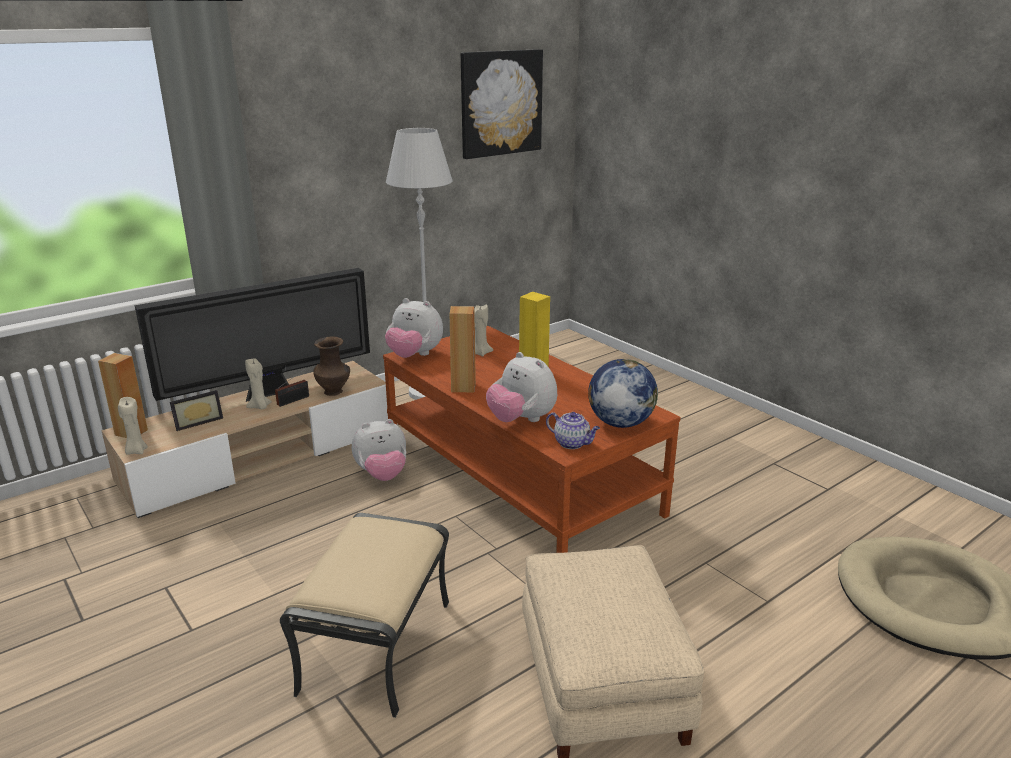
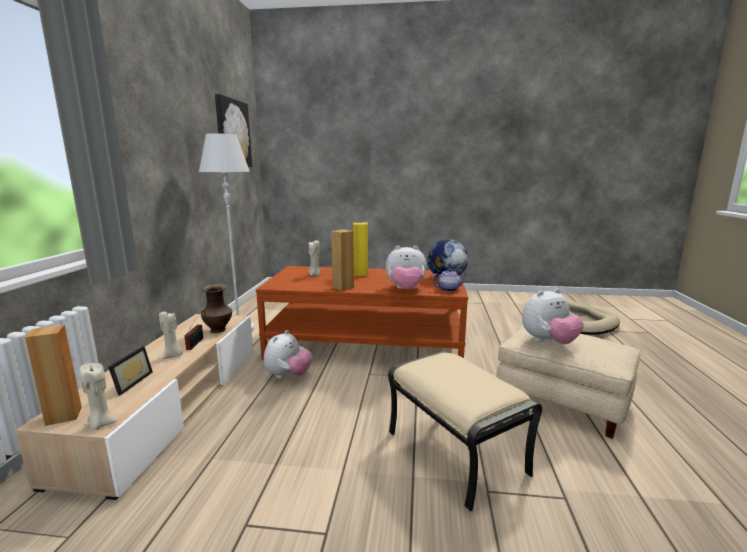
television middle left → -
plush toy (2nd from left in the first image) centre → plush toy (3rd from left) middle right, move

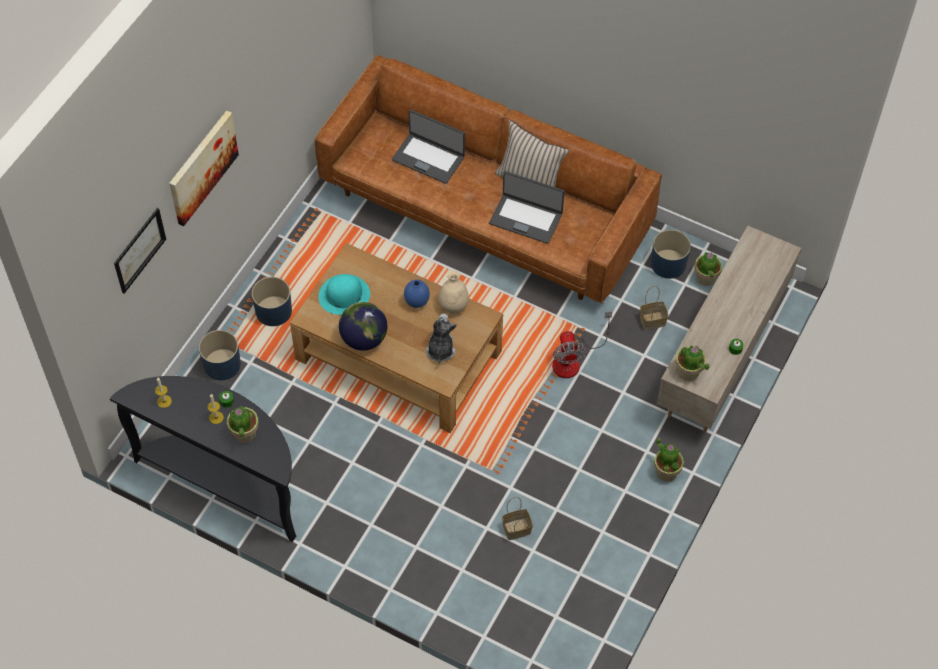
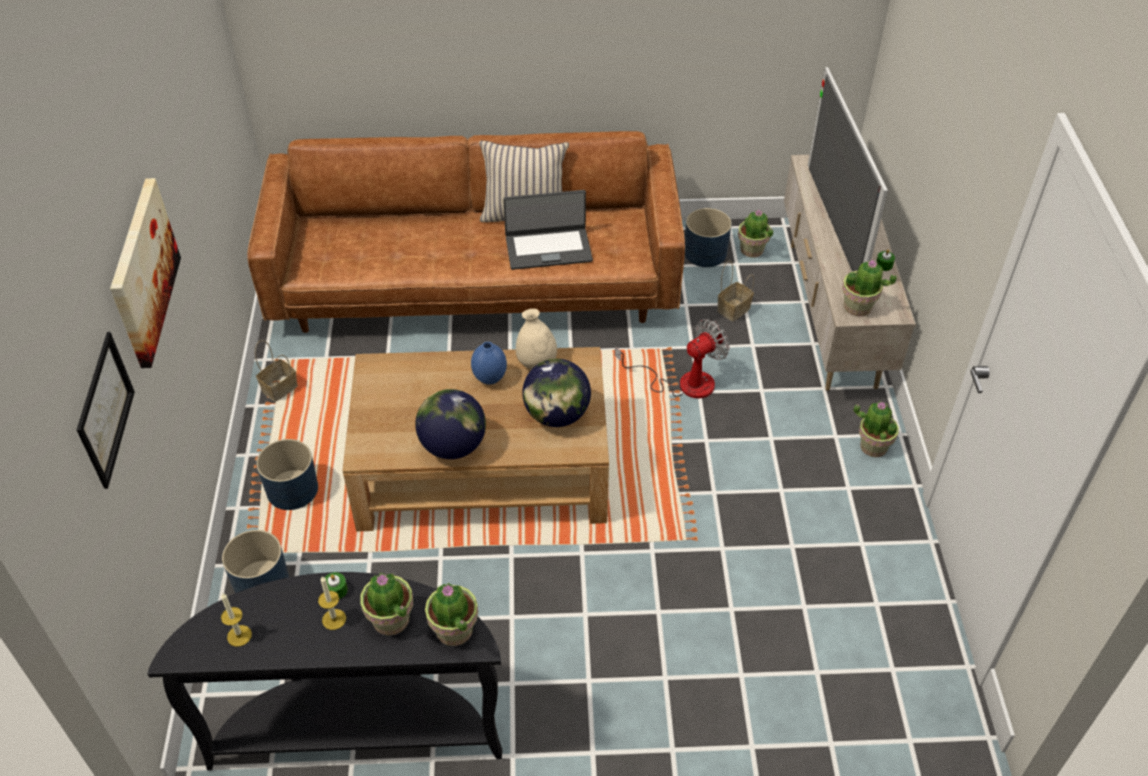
laptop (1st from left) top centre → -
turquoise hat centre → -
fan centre, 90 degrees counterclockwise
plush toy centre → globe (2nd from left) centre
basket (1st from left) bottom centre → basket (1st from left) middle left, move
- → television top right
- → potted plant (2nd from left) bottom centre

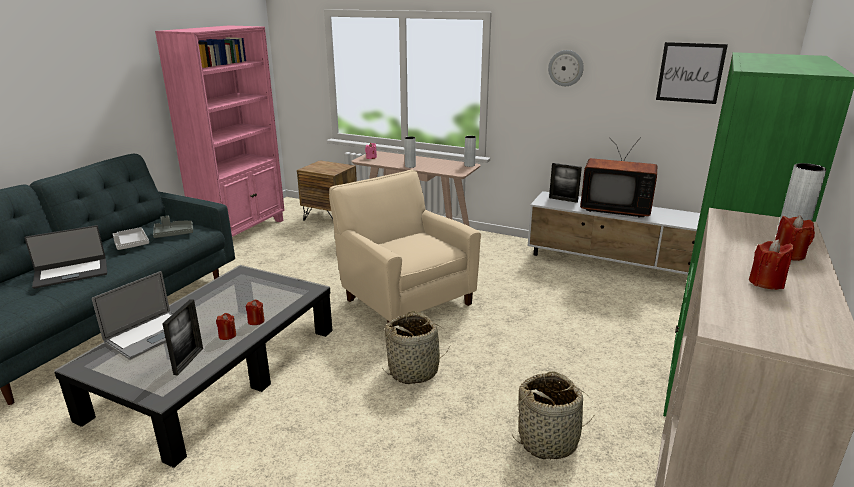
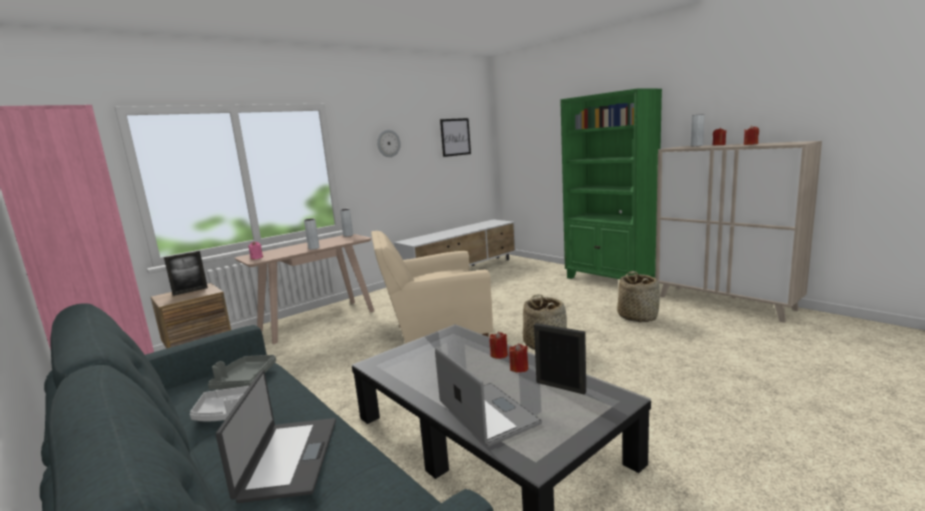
television middle right → -
picture frame (2nd from left in the first image) centre → picture frame (1st from left) middle left, move

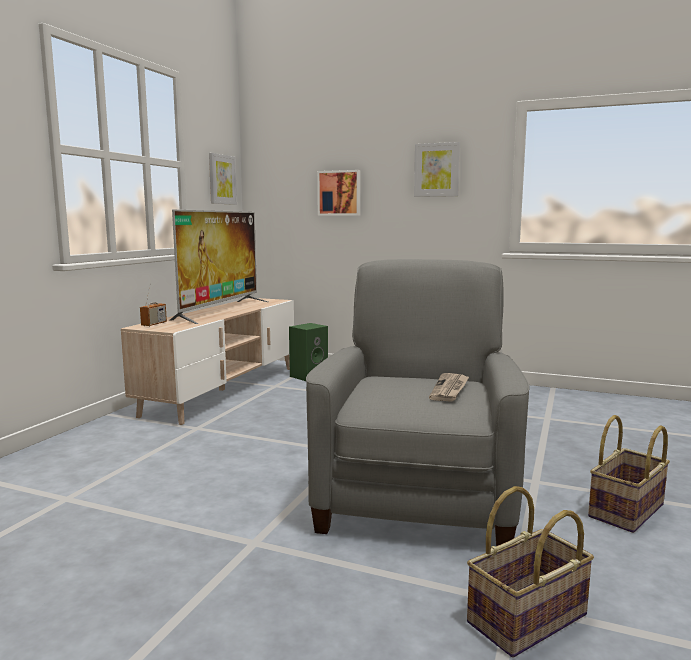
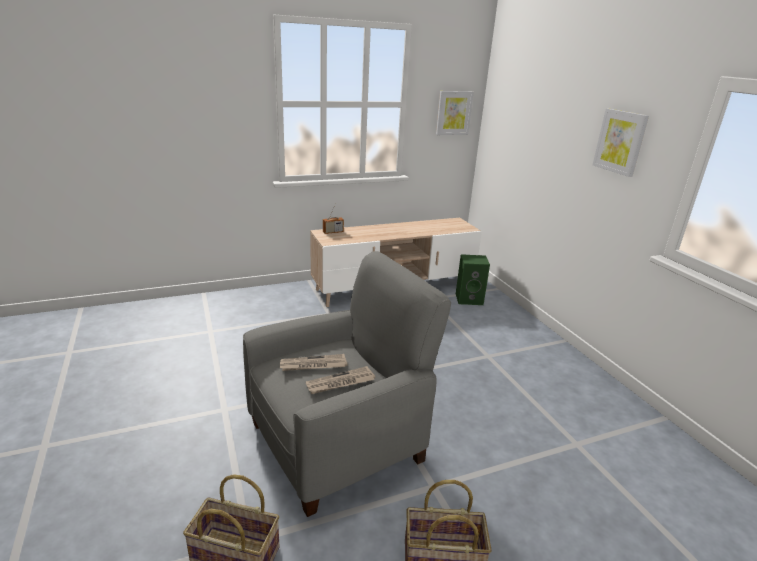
picture (2nd from left) top centre → -
television middle left → -
- → newspaper (1st from left) centre

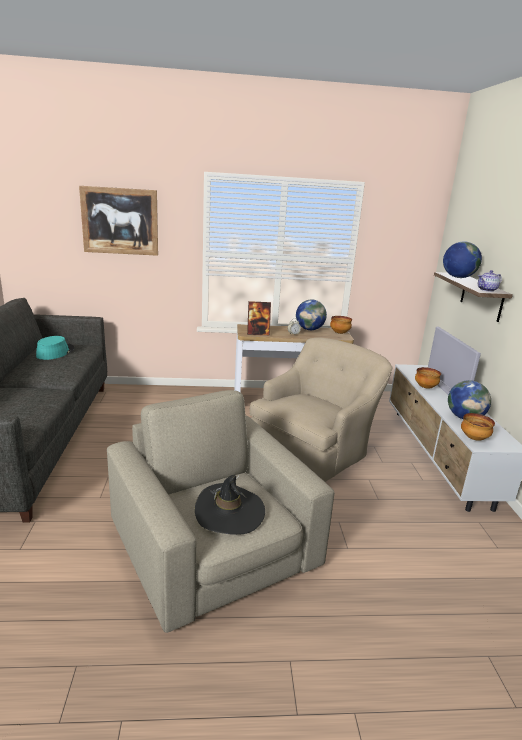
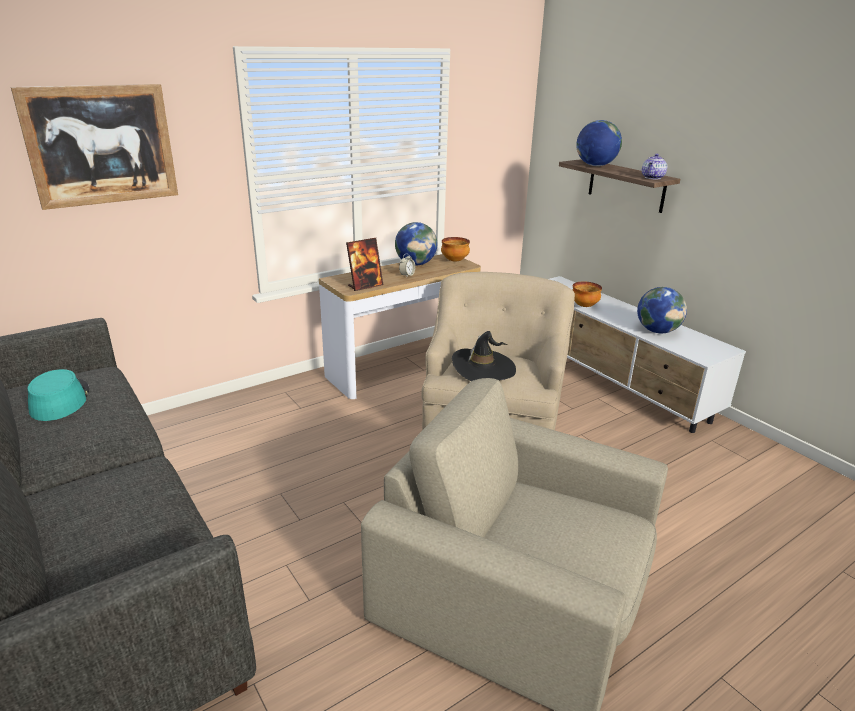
television middle right → -
bowl (3rd from left) middle right → -
black hat bottom centre → black hat centre, move

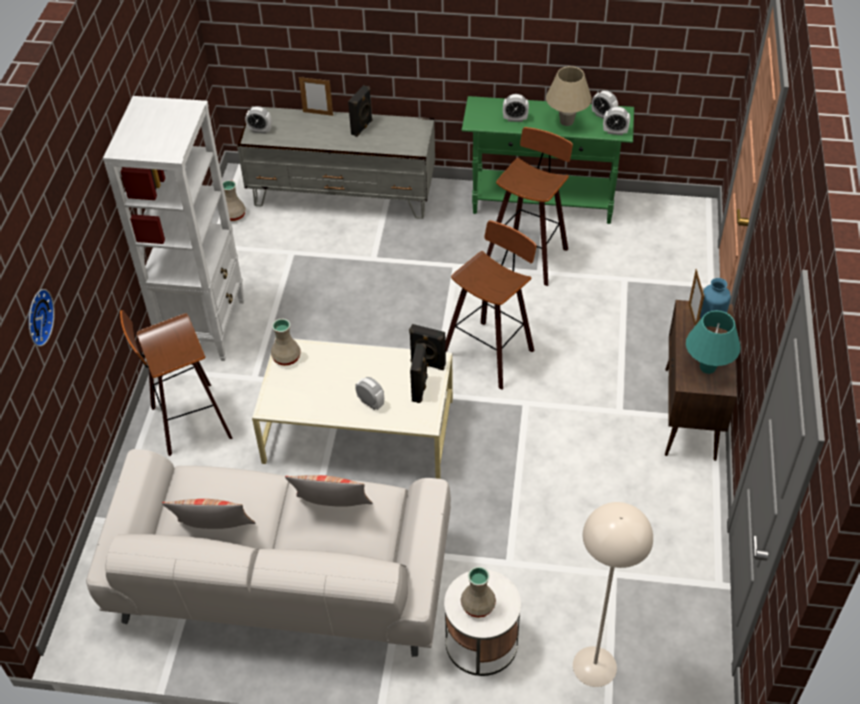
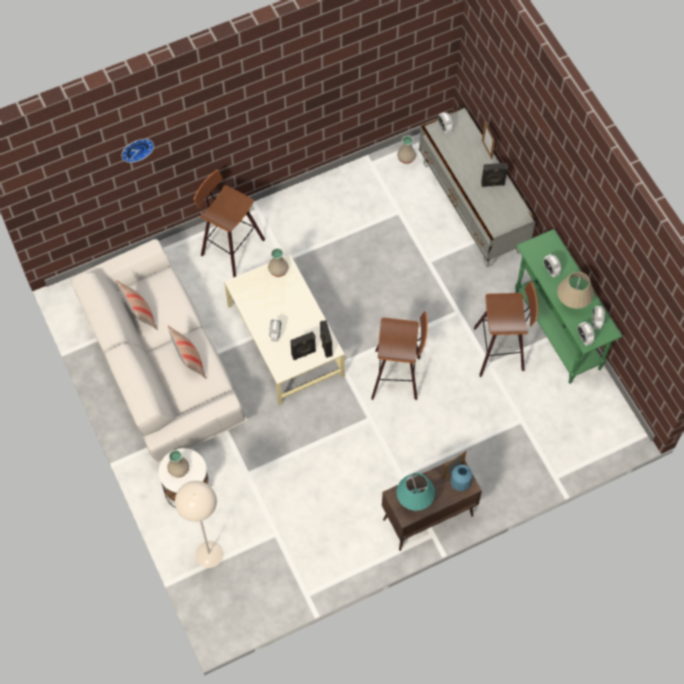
white bookcase top left → -

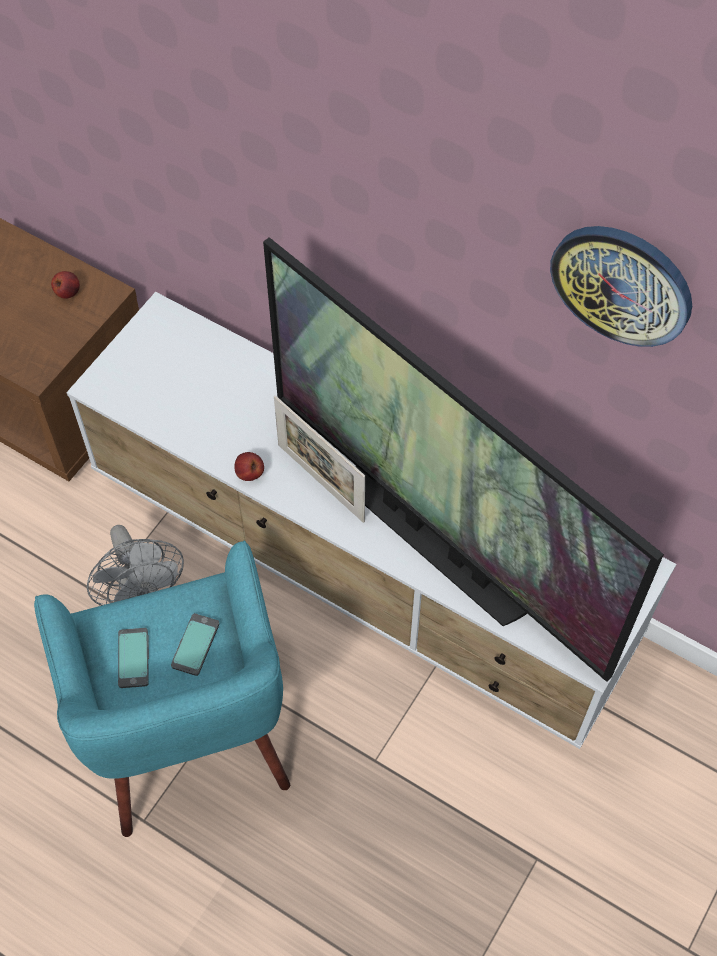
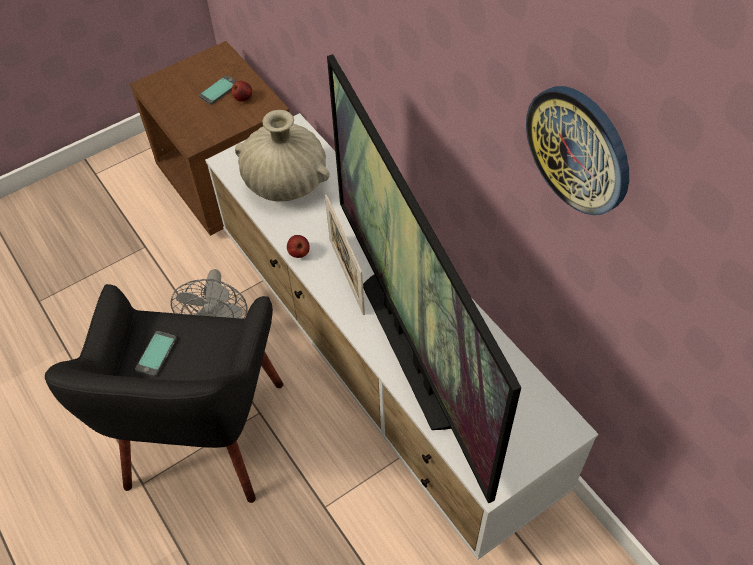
turquoise armchair bottom left → black armchair bottom left
phone (2nd from left) bottom left → phone (2nd from left) top left, move
- → beige vase top centre

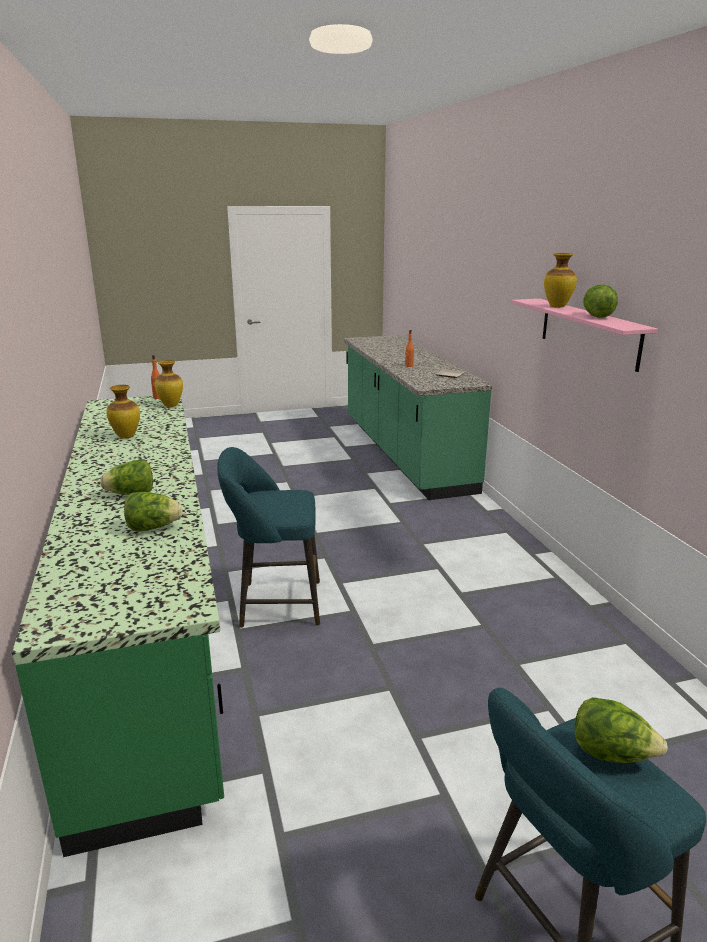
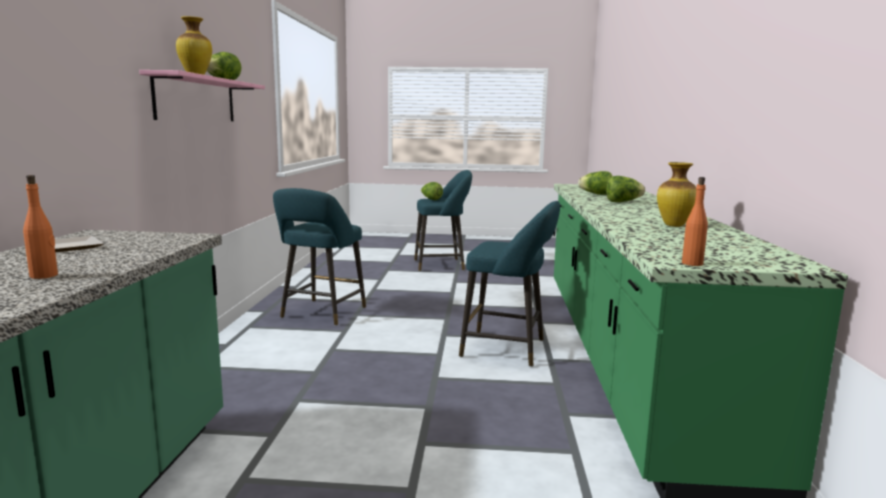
vase (2nd from left) middle left → -
- → turquoise stool (1st from left) centre

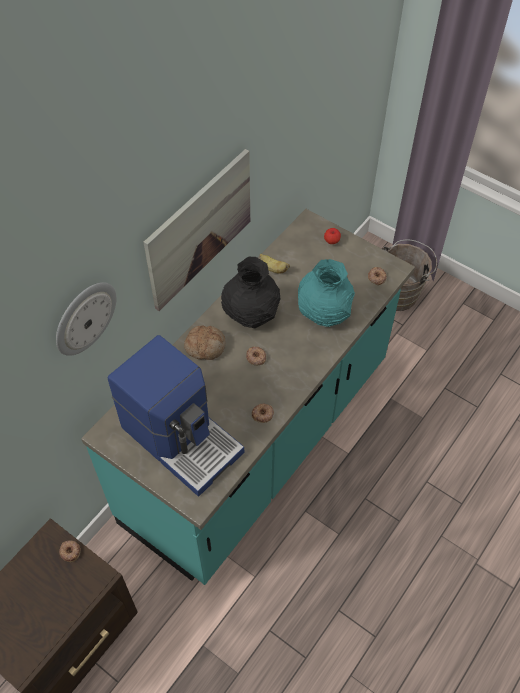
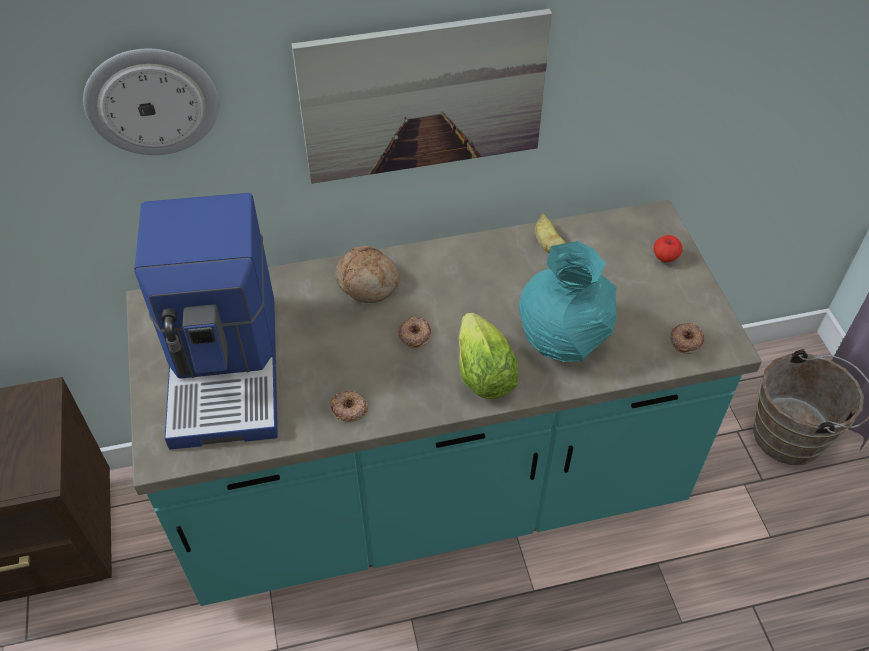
black vase centre → -
donut (1st from left) bottom left → -
- → lettuce centre

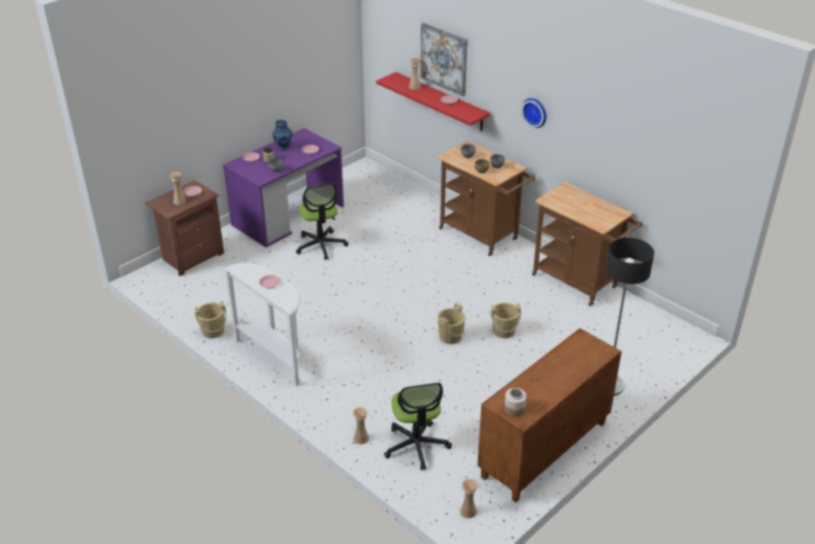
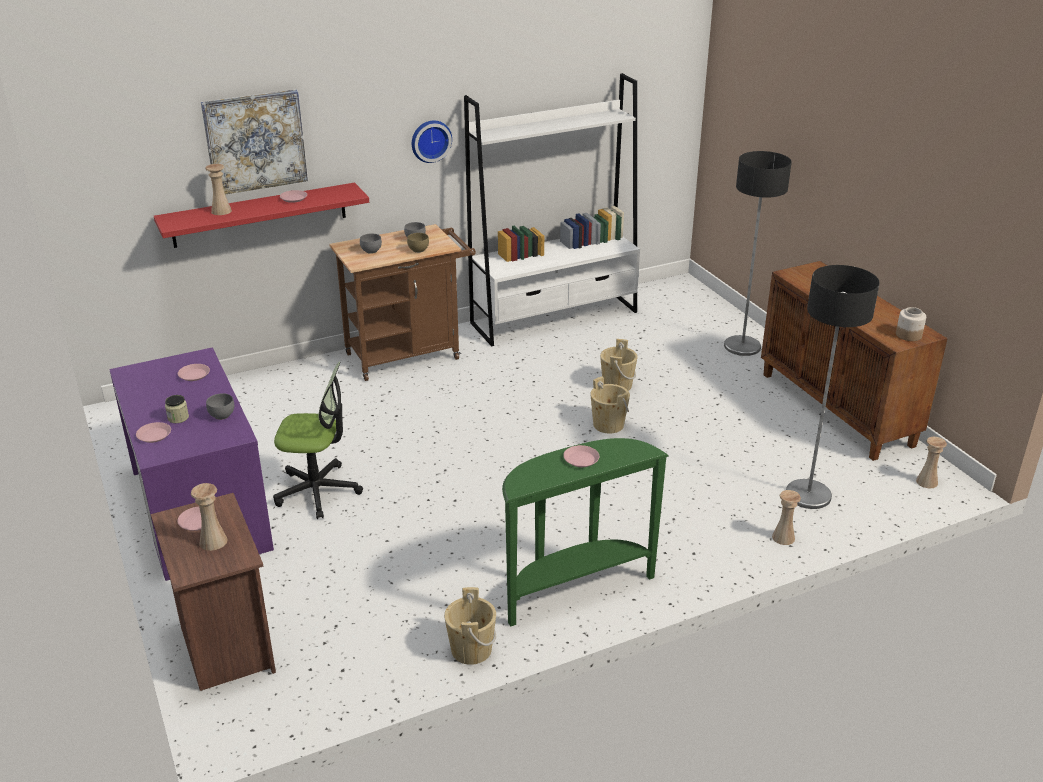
blue vase top centre → -
brown cart (2nd from left) middle right → white bookcase top centre
white console table middle left → green console table bottom centre
office chair (2nd from left) bottom centre → floor lamp (2nd from left) middle right

